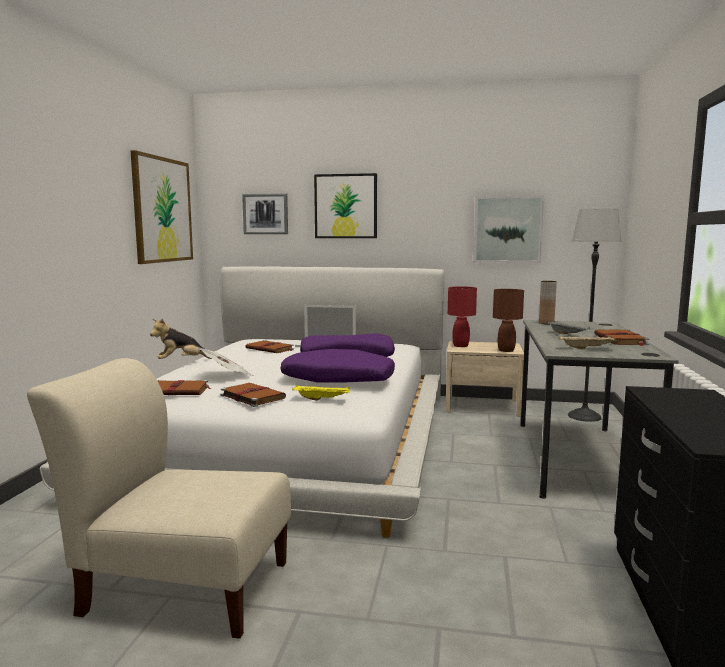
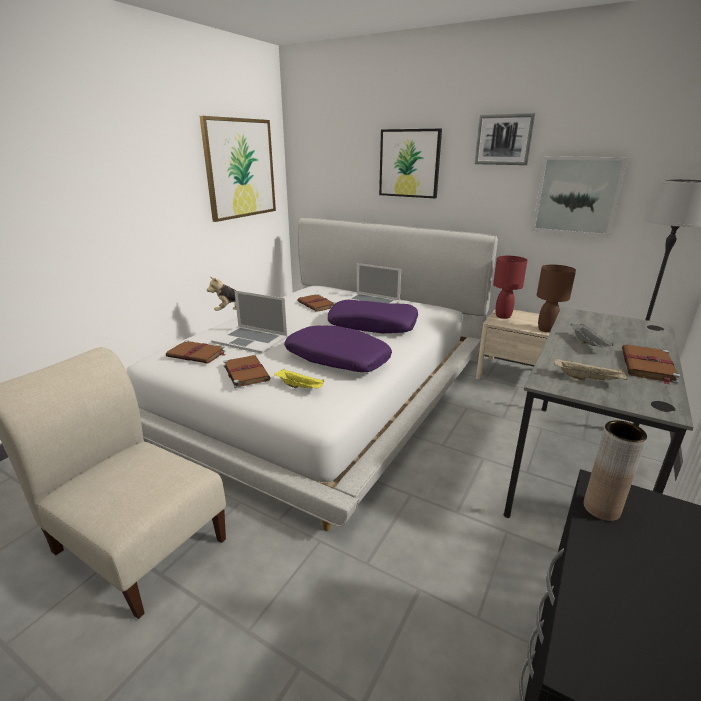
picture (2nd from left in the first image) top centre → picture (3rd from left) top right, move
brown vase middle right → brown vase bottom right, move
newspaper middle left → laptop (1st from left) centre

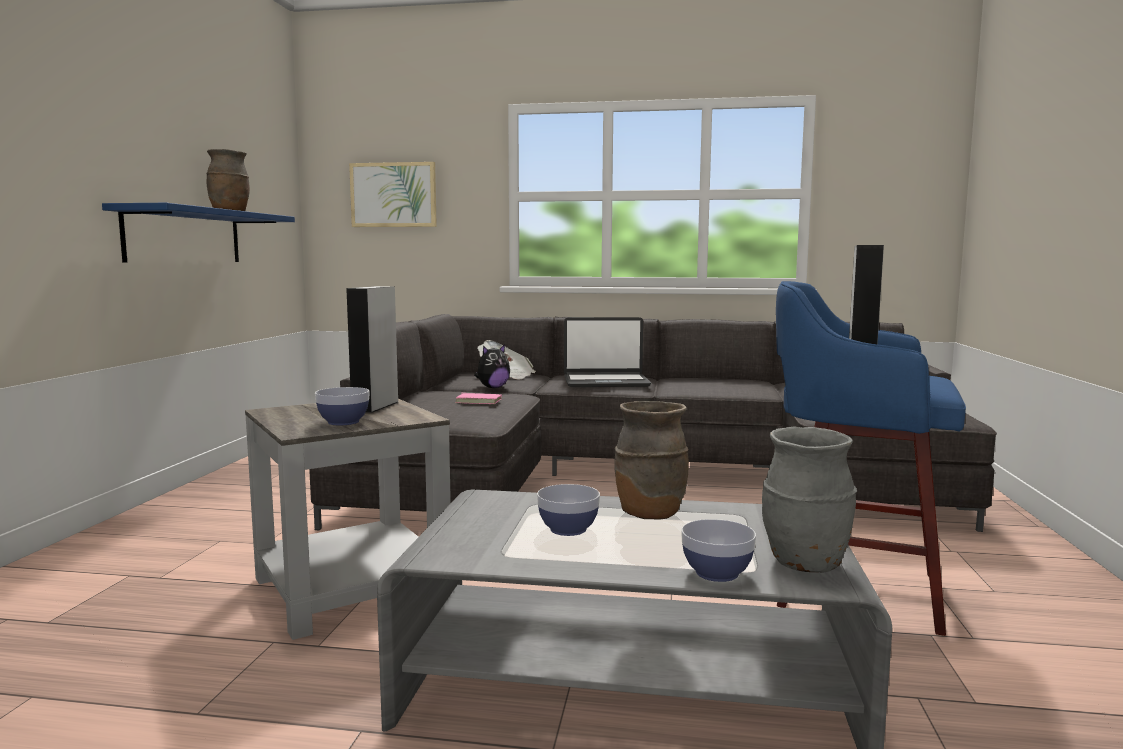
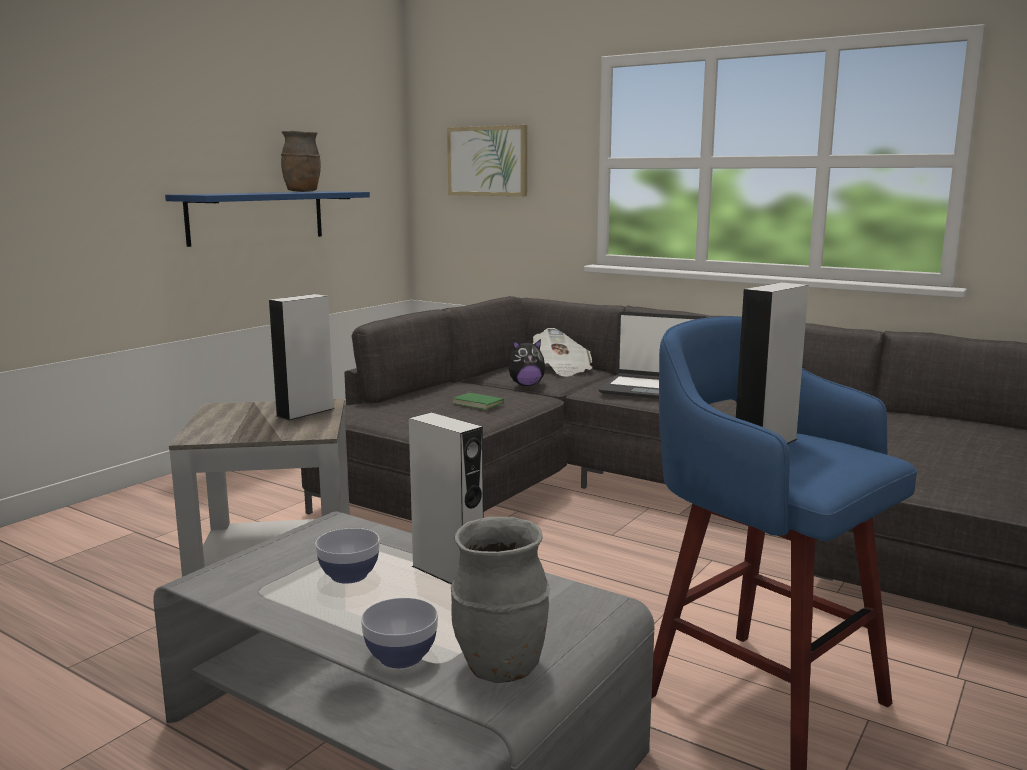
bowl (1st from left) middle left → -
pink book centre → green book centre
brown vase (2nd from left) centre → grey speaker (2nd from left) centre

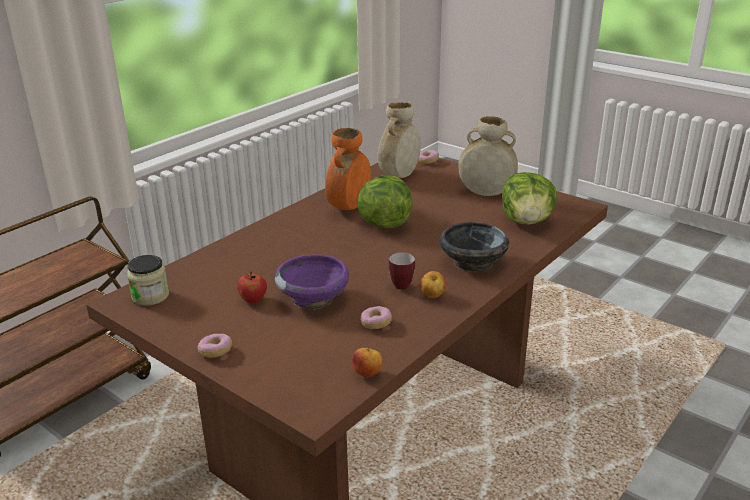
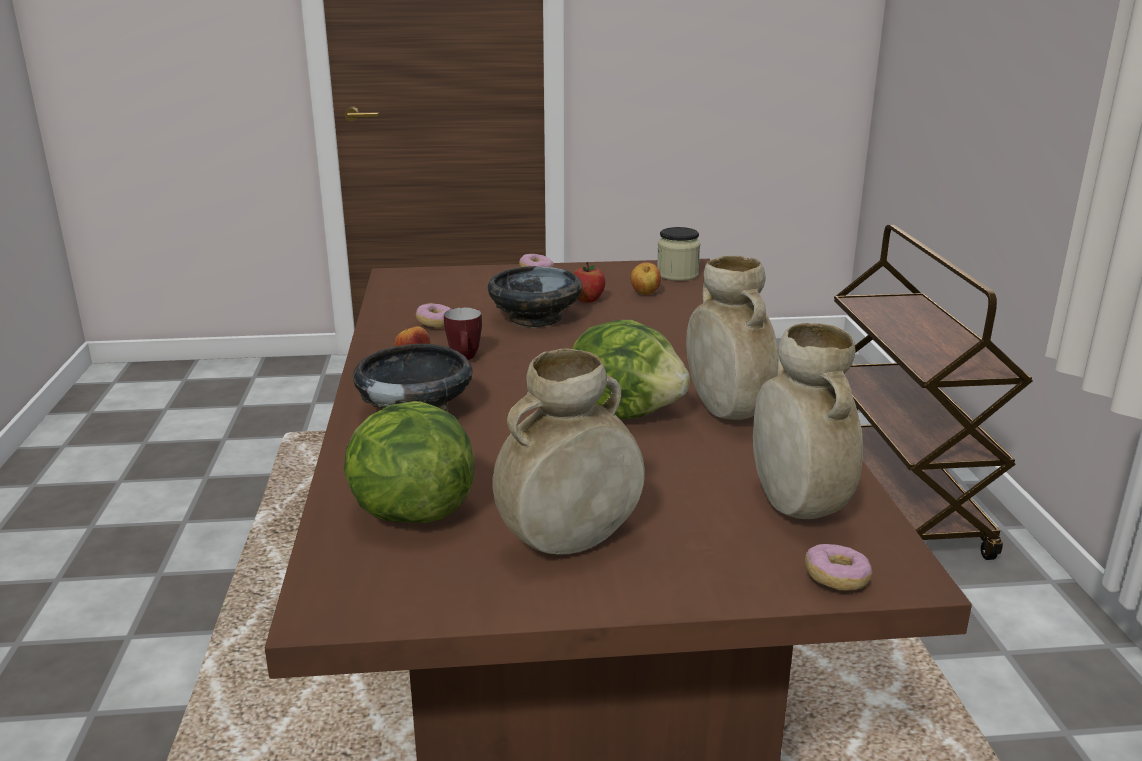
orange vase centre → beige vase (2nd from left) centre
purple bowl centre → black bowl (2nd from left) centre
apple (2nd from left in the first image) bottom centre → apple (3rd from left) centre, move

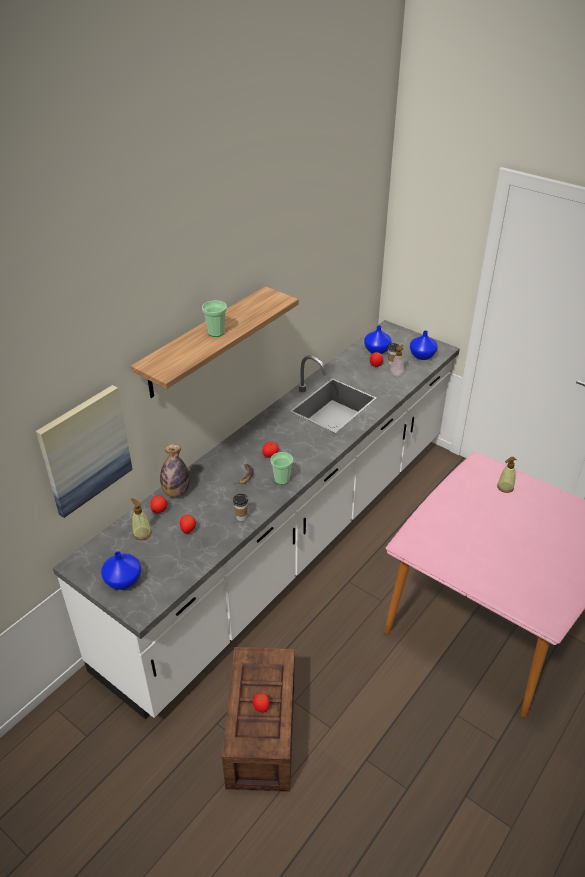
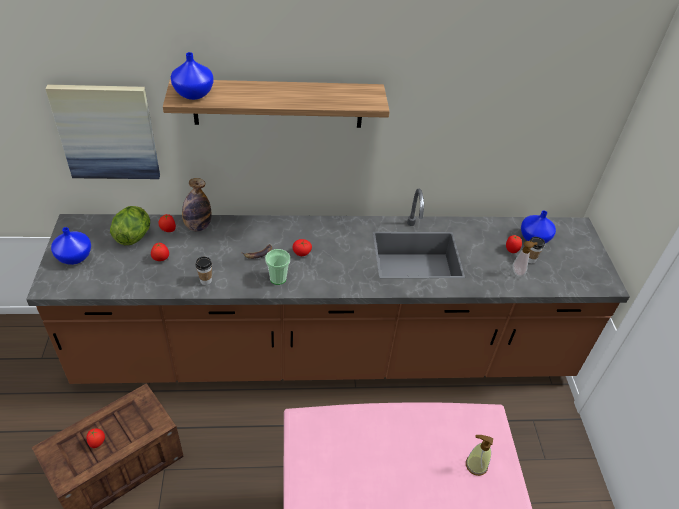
cup (1st from left) centre → -
white counter centre → brown counter centre
blue vase (3rd from left in the first image) middle right → blue vase (2nd from left) top left, move
soap dispenser (1st from left) middle left → lettuce middle left

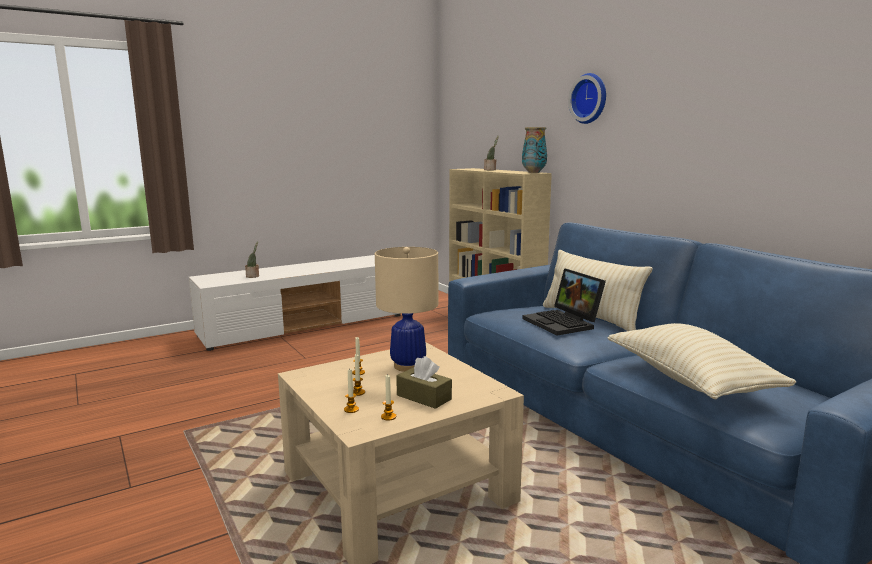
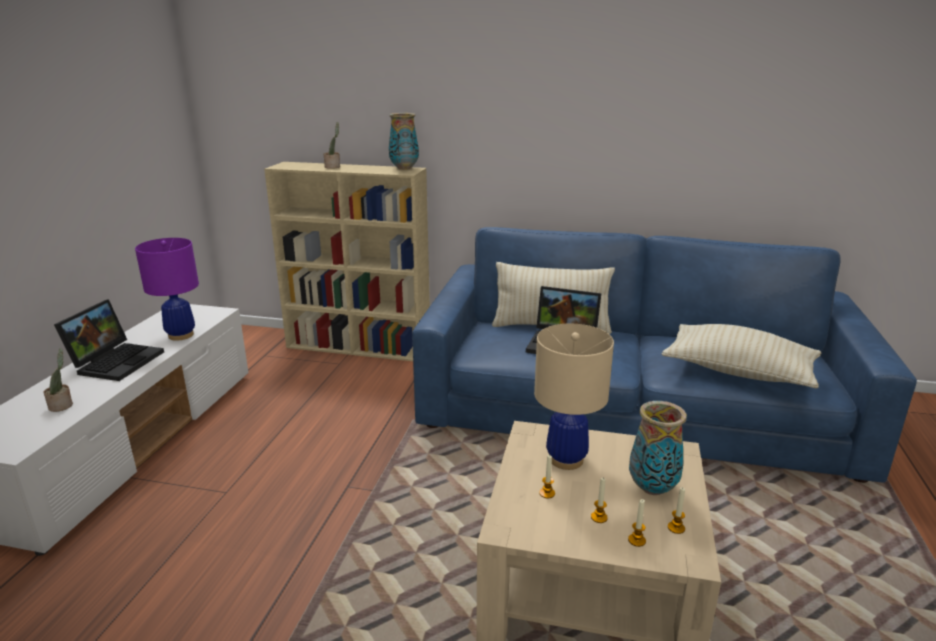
wall clock top right → -
brown tissue box bottom centre → vase (2nd from left) bottom right
- → purple table lamp middle left
- → laptop (1st from left) middle left

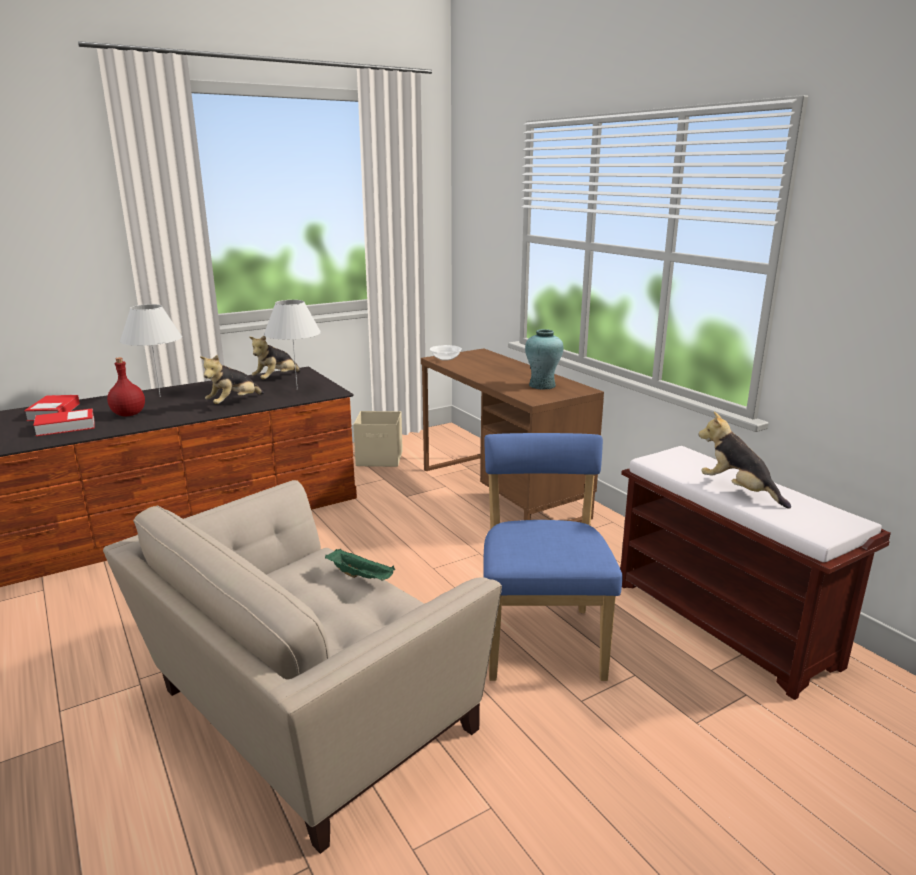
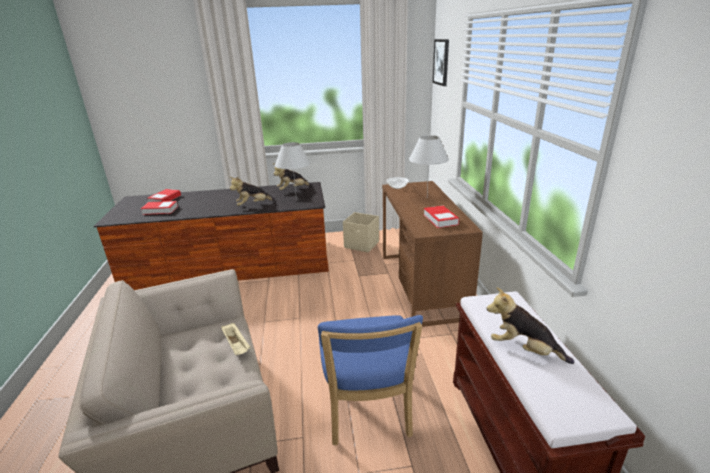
white table lamp (1st from left in the first image) middle left → white table lamp (2nd from left) centre, move
turquoise vase centre → book (3rd from left) centre
red bottle middle left → -
plush toy (3rd from left) middle right → plush toy (3rd from left) bottom right, 45 degrees counterclockwise
blue chair centre → blue chair bottom centre, 150 degrees clockwise
green tray centre → beige tray bottom left
- → picture top centre

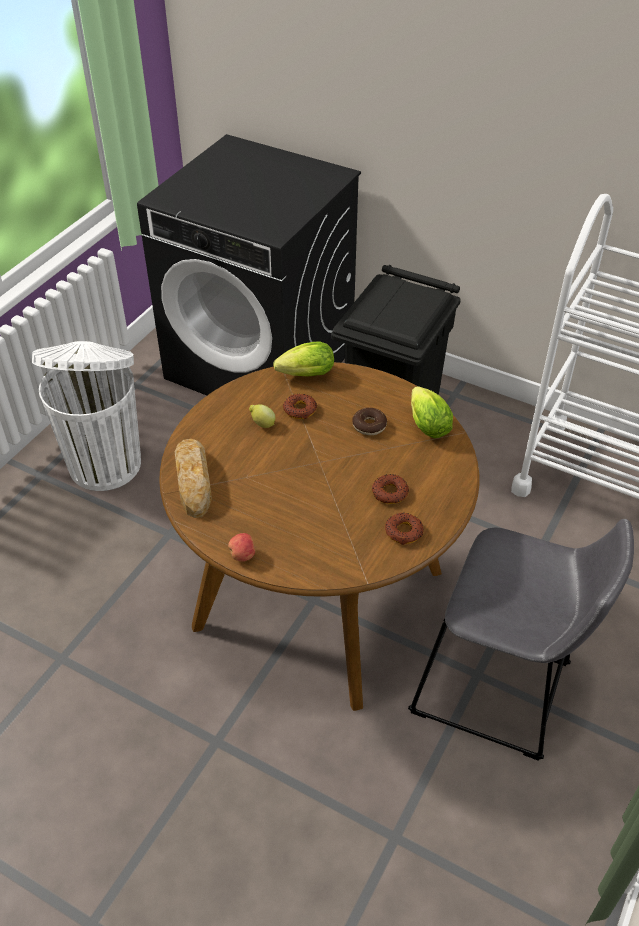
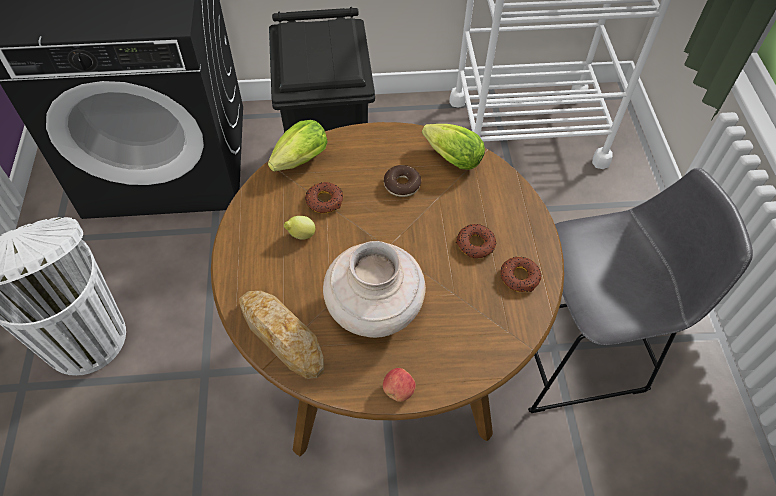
- → beige vase centre

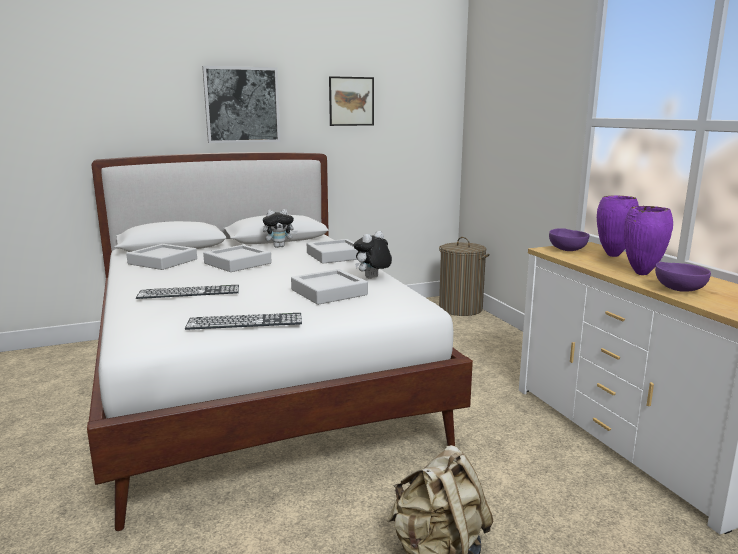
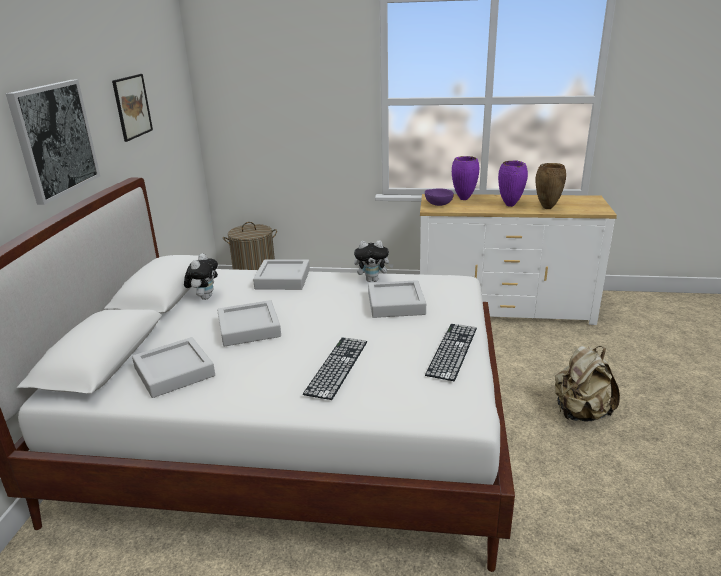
plush toy (2nd from left) centre, 75 degrees counterclockwise
purple bowl (2nd from left) middle right → brown vase top right

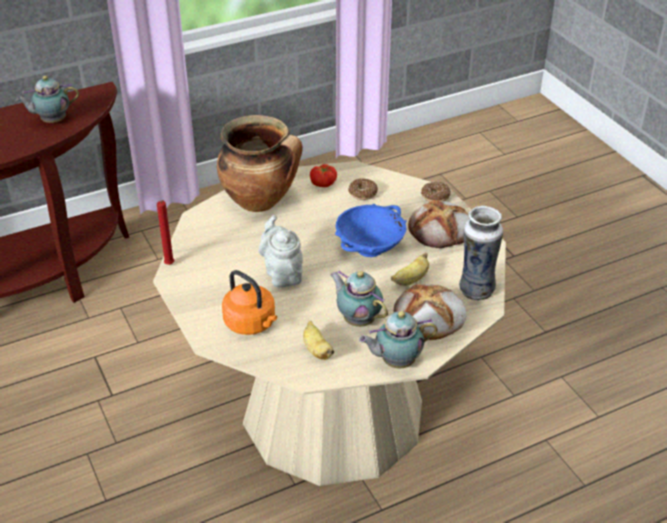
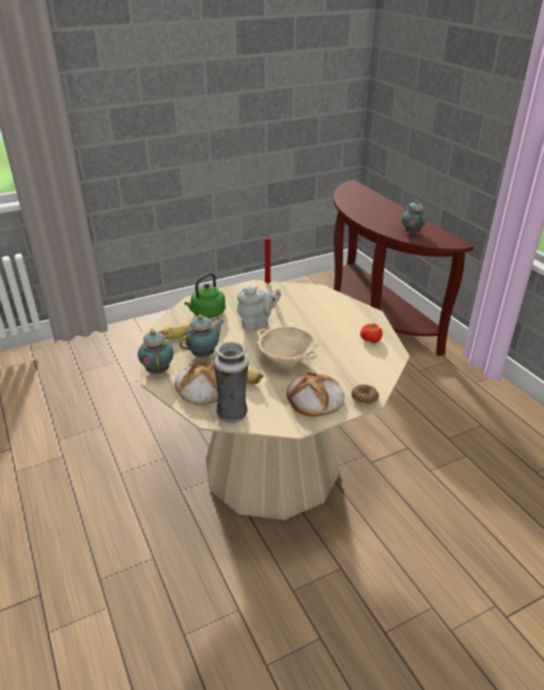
cooking pot top centre → -
donut (1st from left) centre → -
blue bowl centre → beige bowl centre
orange kettle centre → green kettle centre

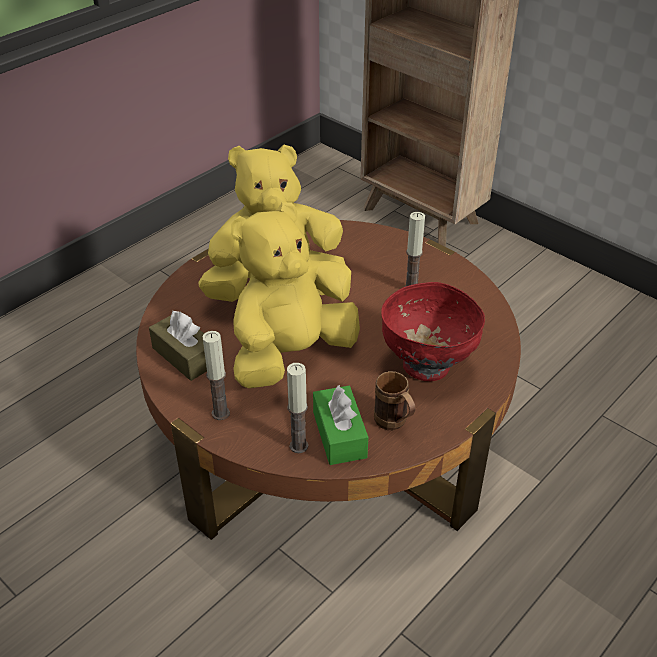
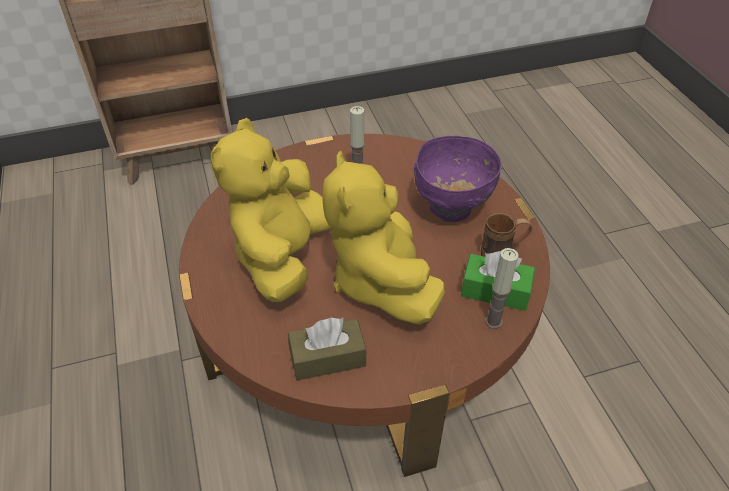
red bowl centre → purple bowl centre
candle (1st from left) middle left → -

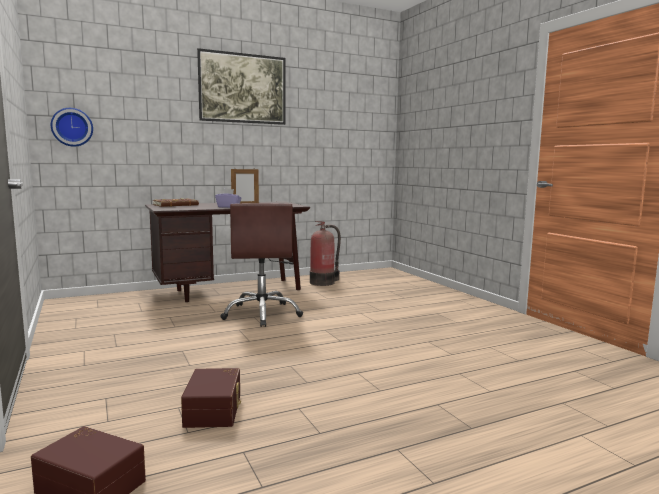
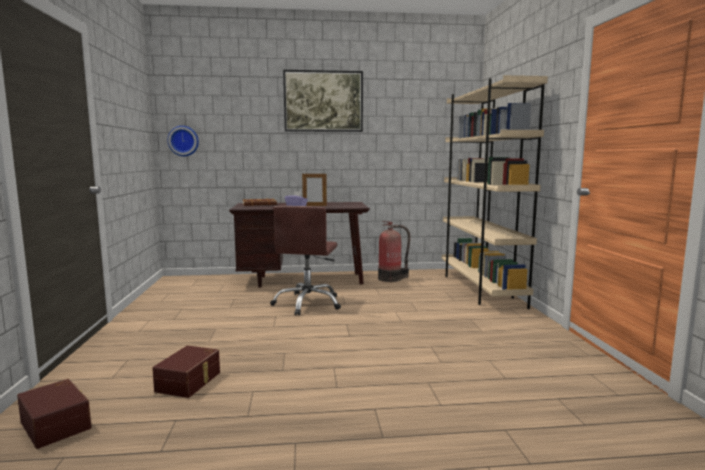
- → beige bookcase middle right

